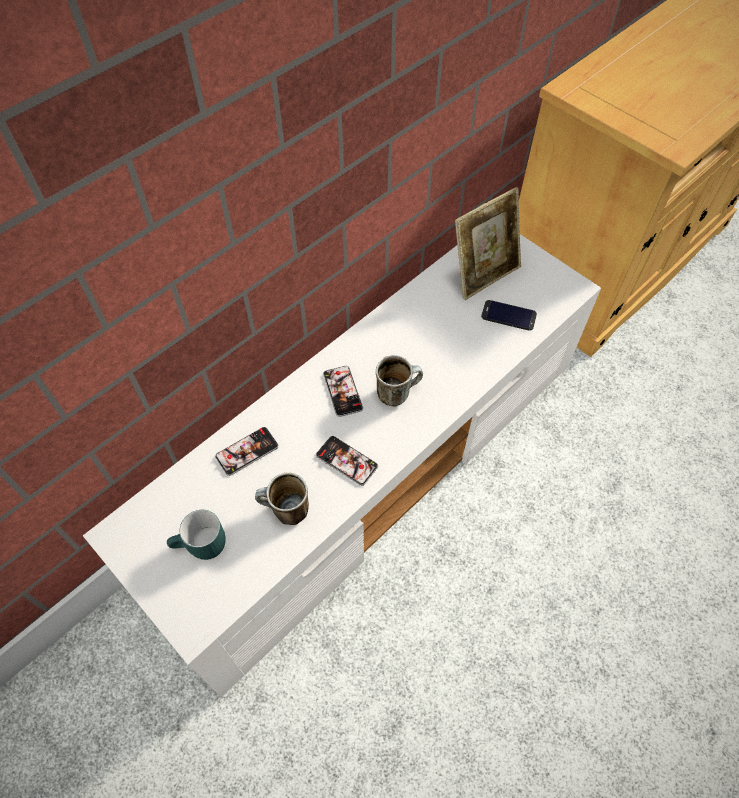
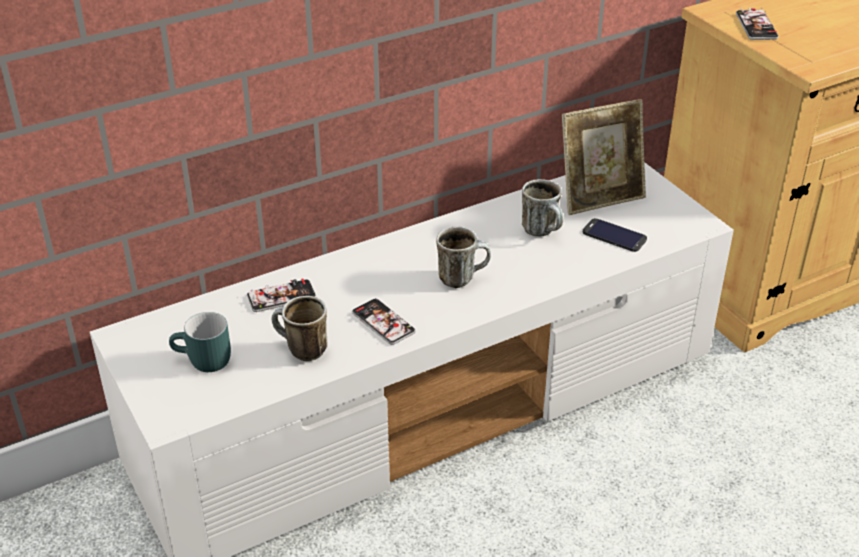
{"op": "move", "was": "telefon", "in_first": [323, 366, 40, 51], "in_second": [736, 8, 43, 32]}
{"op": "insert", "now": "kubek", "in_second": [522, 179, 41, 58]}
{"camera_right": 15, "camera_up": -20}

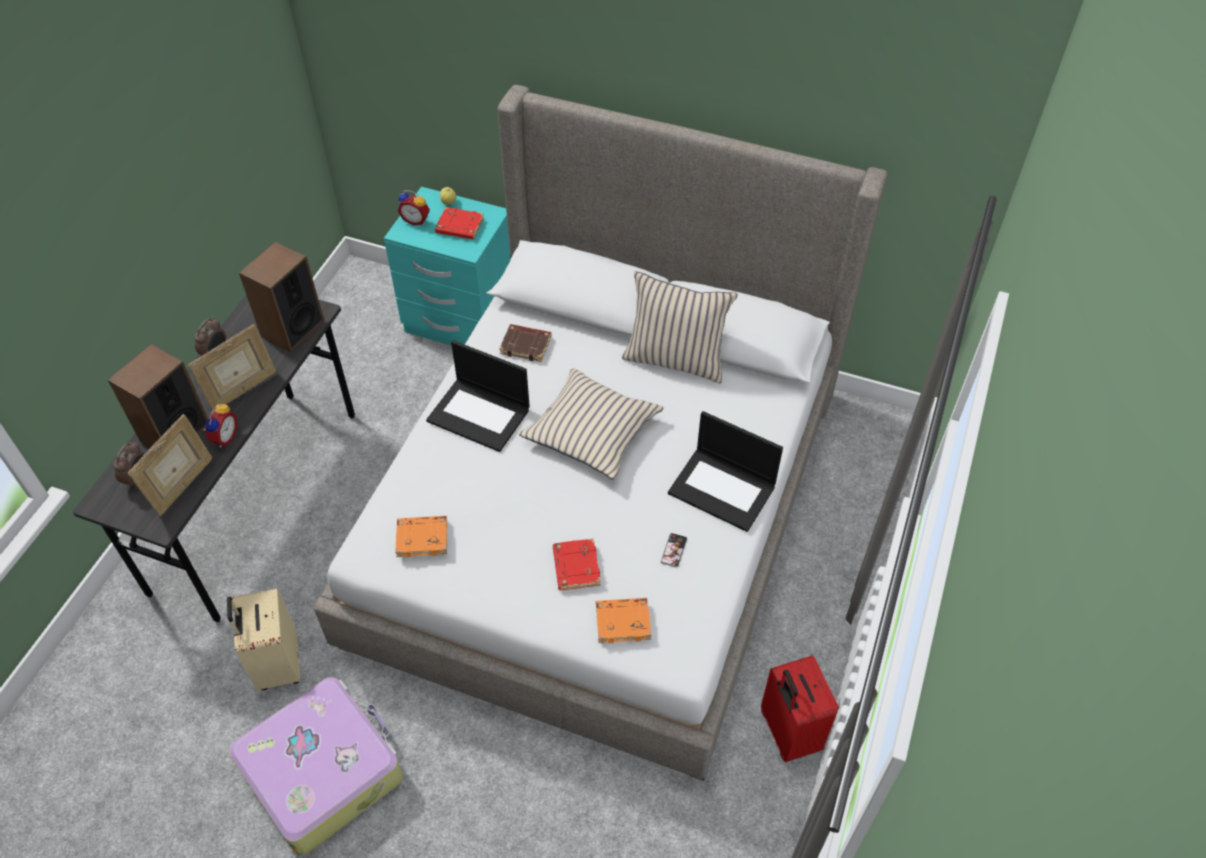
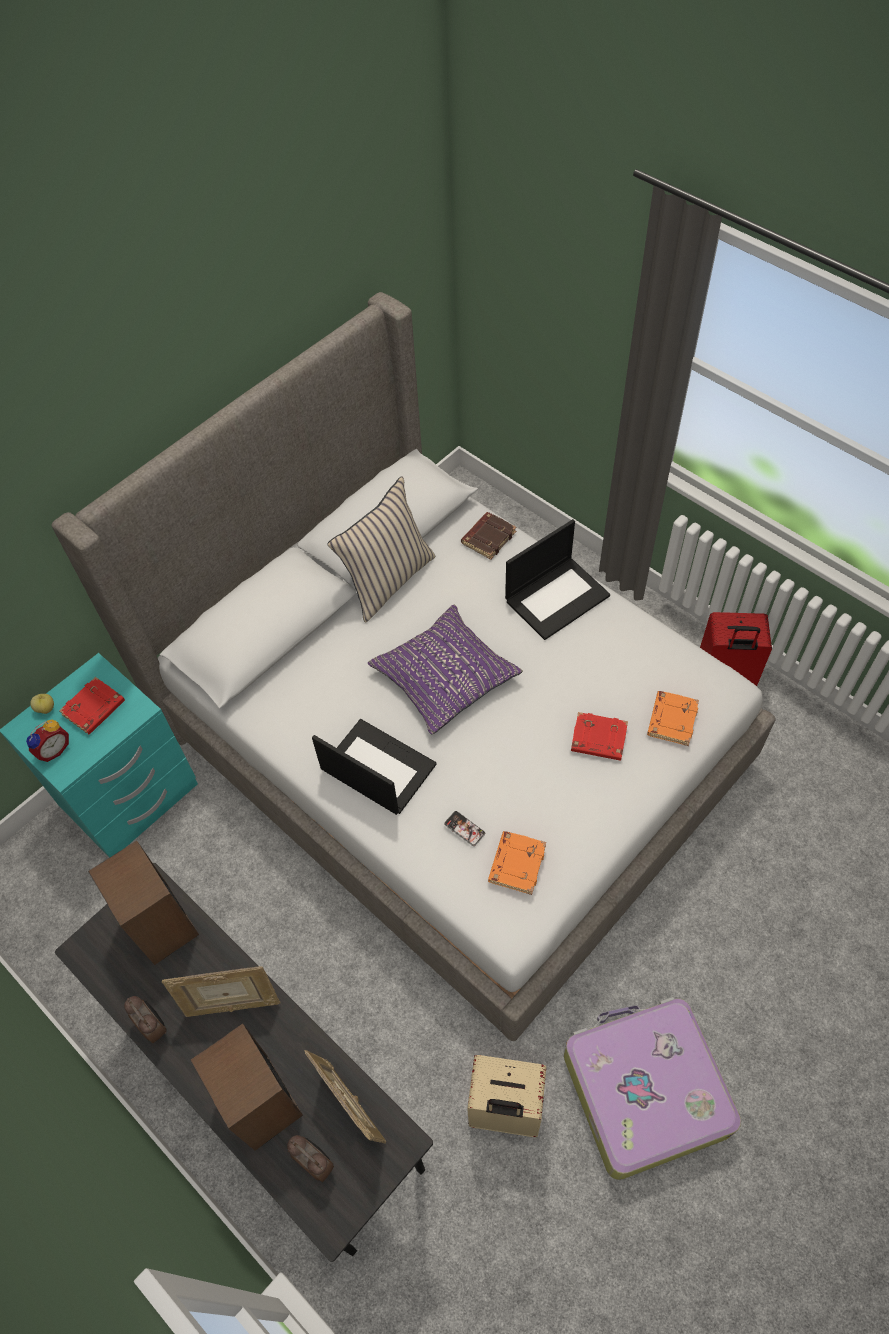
{"op": "rotate", "was": "ramka na zdjęcie", "in_first": [188, 324, 88, 88], "in_second": [162, 966, 118, 51], "clockwise": 105}
{"op": "delete", "was": "budzik", "in_first": [203, 404, 34, 44]}
{"op": "rotate", "was": "laptop", "in_first": [426, 340, 104, 112], "in_second": [312, 719, 125, 96], "clockwise": -105}
{"op": "move", "was": "książka (brązowy)", "in_first": [499, 324, 52, 38], "in_second": [461, 512, 55, 48]}
{"op": "recolor", "was": "poduszka (beżowy)", "now": "poduszka (fioletowy)", "in_first": [519, 368, 145, 112], "in_second": [368, 605, 155, 129]}
{"op": "move", "was": "telefon", "in_first": [661, 533, 26, 35], "in_second": [444, 811, 41, 35]}
{"camera_right": -65, "camera_up": 5}

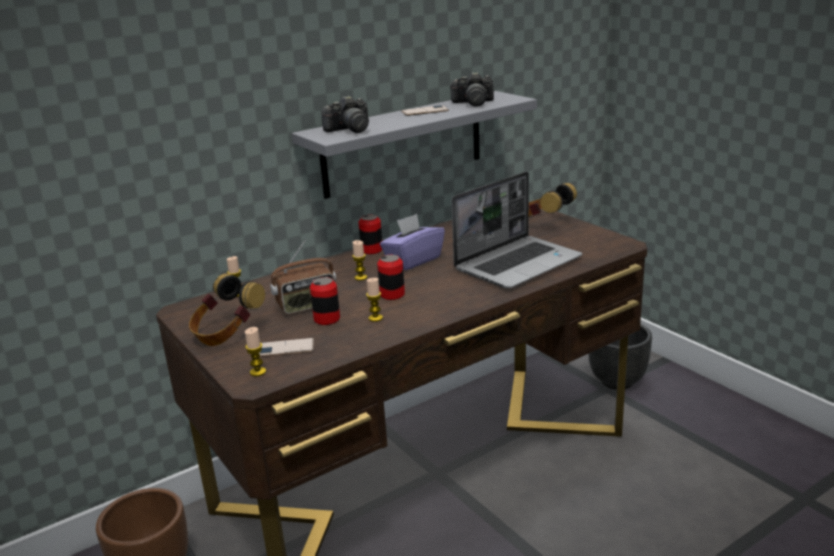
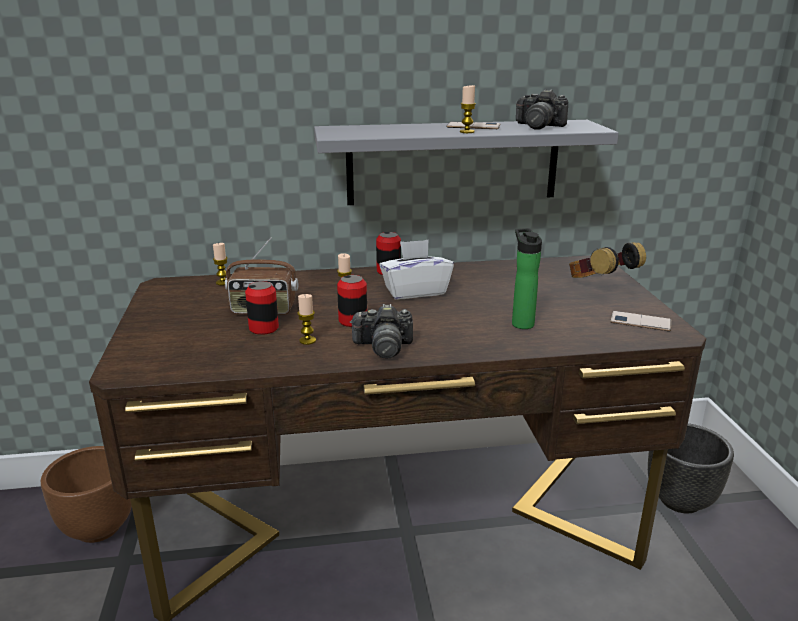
{"op": "delete", "was": "słuchawki", "in_first": [189, 273, 76, 73]}
{"op": "move", "was": "świeca", "in_first": [245, 327, 21, 50], "in_second": [460, 85, 16, 48]}
{"op": "move", "was": "telefon", "in_first": [259, 338, 55, 19], "in_second": [610, 311, 61, 20]}
{"op": "move", "was": "aparat fotograficzny", "in_first": [321, 96, 48, 37], "in_second": [350, 304, 63, 55]}
{"op": "recolor", "was": "pudełko chusteczek (fioletowy)", "now": "pudełko chusteczek (biały)", "in_first": [380, 214, 65, 56], "in_second": [379, 240, 75, 60]}
{"op": "replace", "was": "laptop", "now": "butelka", "in_first": [452, 171, 130, 117], "in_second": [512, 228, 30, 101]}
{"camera_right": 25, "camera_up": 0}

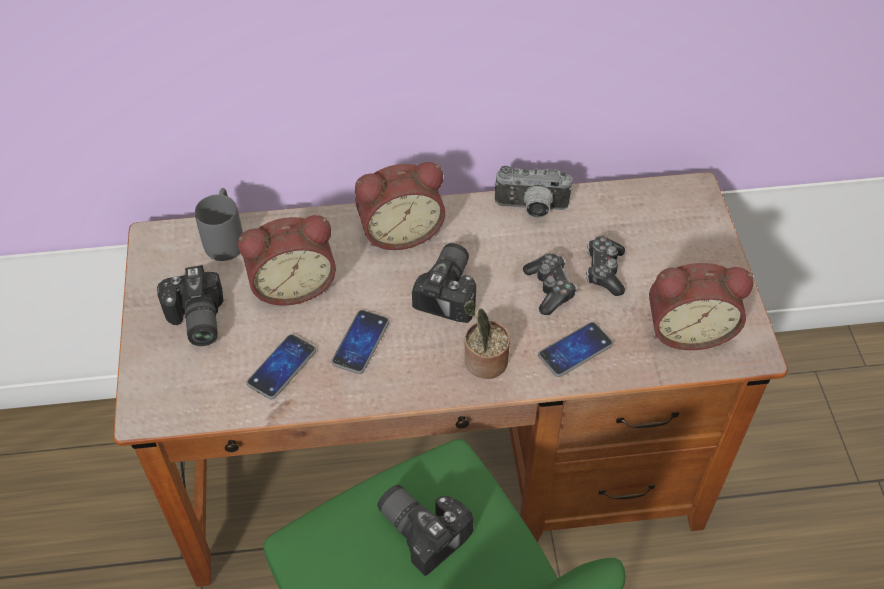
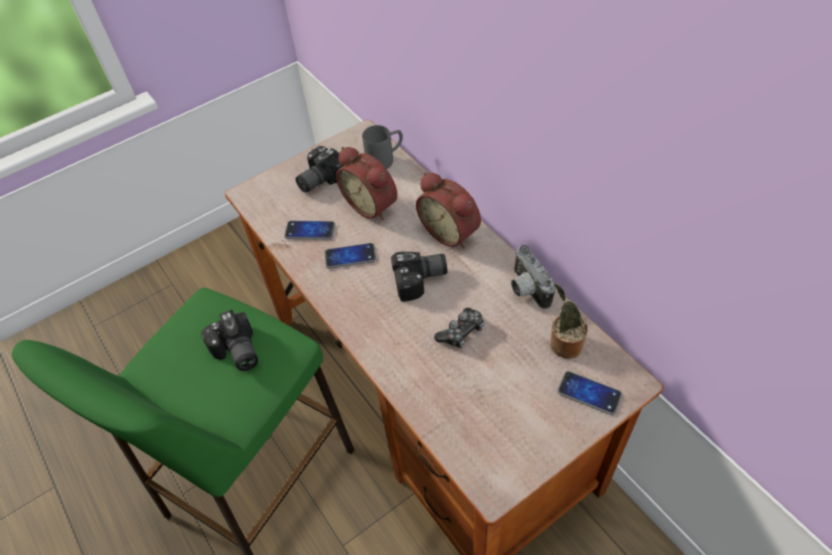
{"op": "rotate", "was": "aparat fotograficzny", "in_first": [377, 485, 97, 91], "in_second": [201, 310, 57, 61], "clockwise": 135}
{"op": "move", "was": "roślina doniczkowa", "in_first": [464, 300, 46, 79], "in_second": [550, 283, 38, 76]}
{"op": "move", "was": "telefon", "in_first": [538, 322, 75, 55], "in_second": [557, 371, 65, 44]}
{"op": "delete", "was": "pad do gier", "in_first": [586, 236, 39, 60]}
{"op": "delete", "was": "budzik", "in_first": [649, 263, 105, 87]}
{"camera_right": 65, "camera_up": 0}

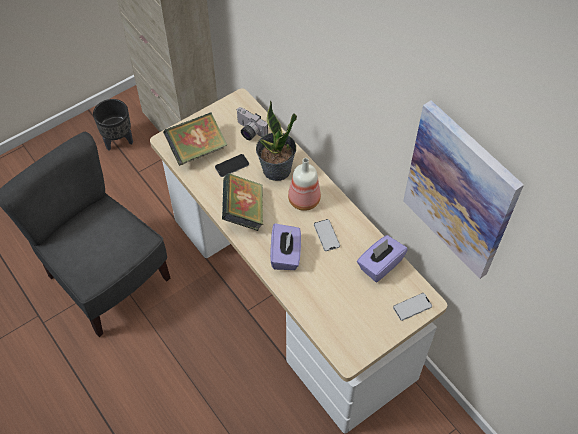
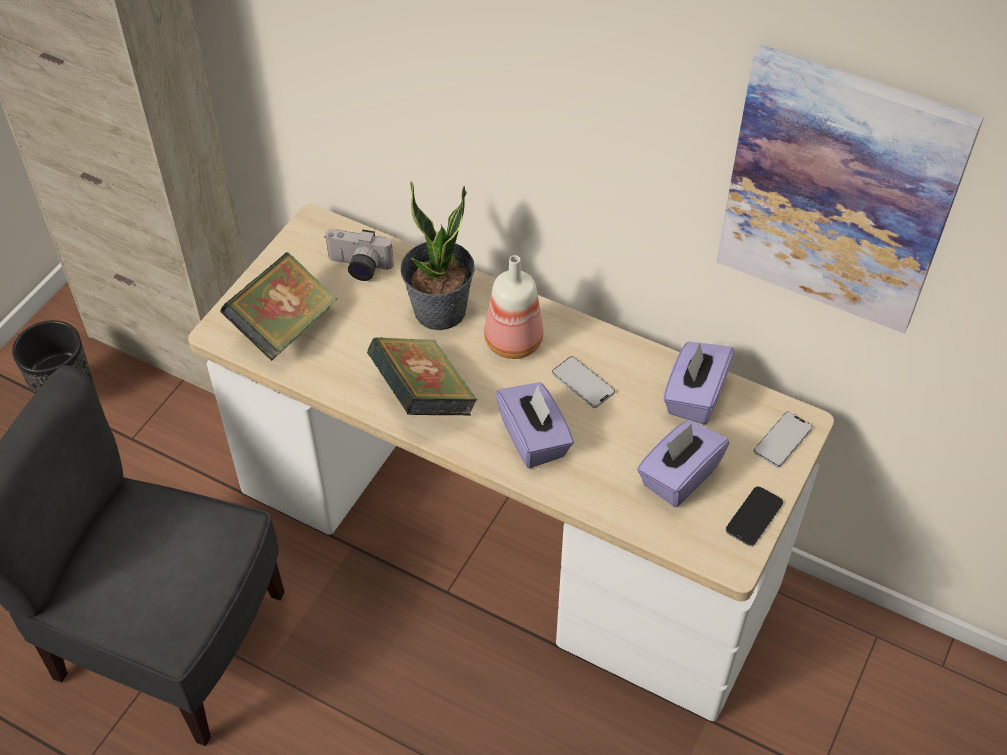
{"op": "move", "was": "telefon", "in_first": [215, 154, 34, 23], "in_second": [726, 487, 57, 59]}
{"op": "insert", "now": "pudełko chusteczek (fioletowy)", "in_second": [637, 420, 92, 87]}
{"camera_right": -25, "camera_up": -5}

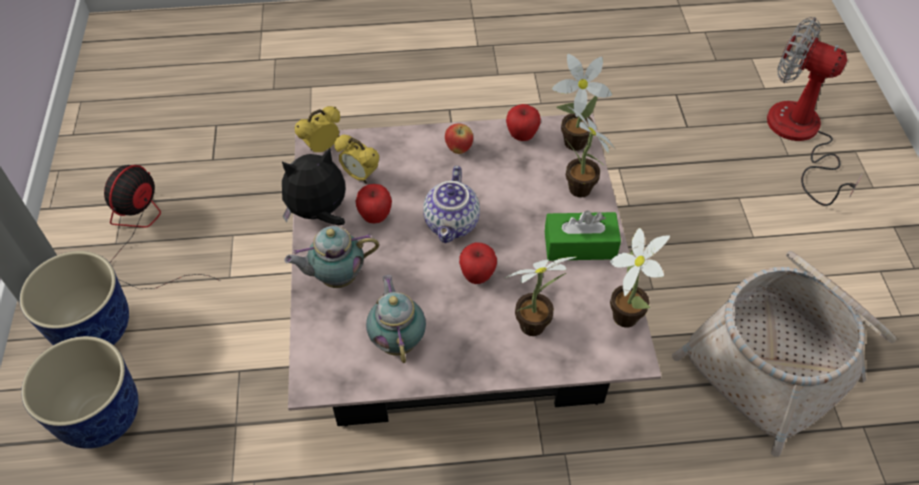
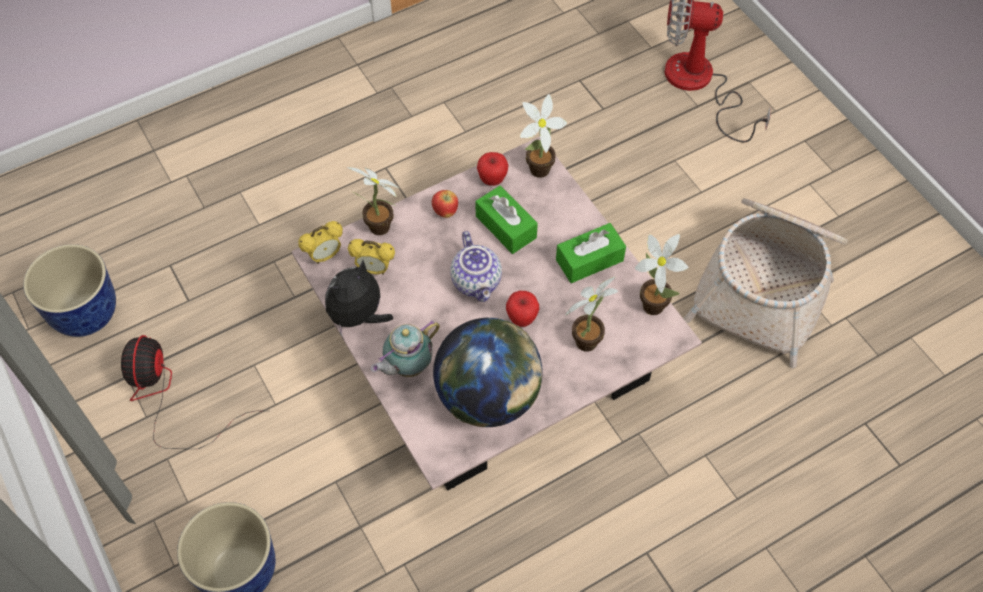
{"op": "move", "was": "donica", "in_first": [19, 251, 110, 94], "in_second": [23, 244, 93, 93]}
{"op": "rotate", "was": "budzik", "in_first": [295, 106, 45, 46], "in_second": [298, 221, 45, 43], "clockwise": -150}
{"op": "delete", "was": "jabłko", "in_first": [355, 184, 37, 39]}
{"op": "replace", "was": "imbryk", "now": "globus", "in_first": [366, 275, 60, 88], "in_second": [433, 318, 110, 109]}
{"op": "move", "was": "roślina doniczkowa", "in_first": [565, 106, 51, 91], "in_second": [347, 167, 52, 68]}
{"op": "insert", "now": "pudełko chusteczek (zielony)", "in_second": [475, 186, 63, 68]}
{"camera_right": -25, "camera_up": 5}

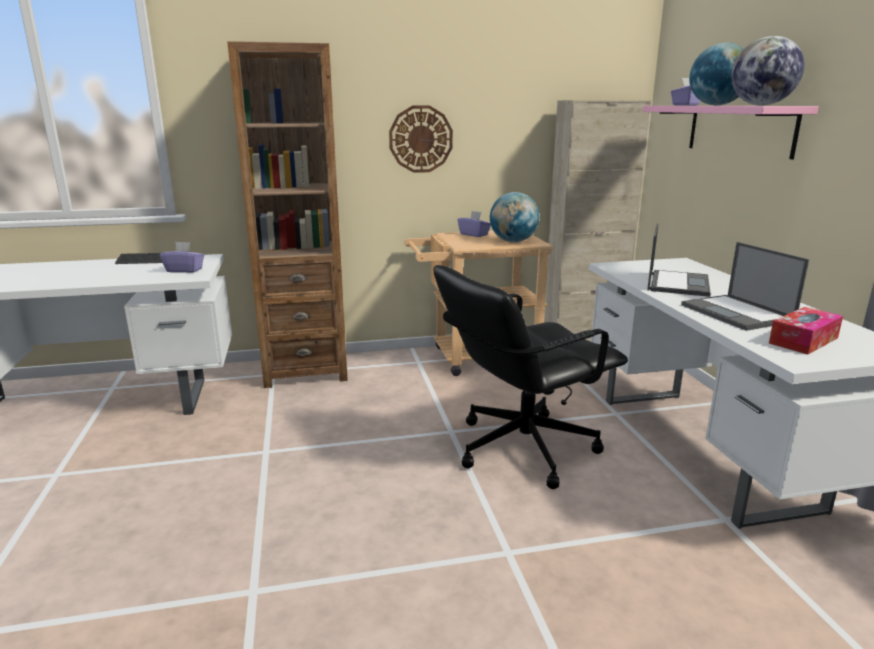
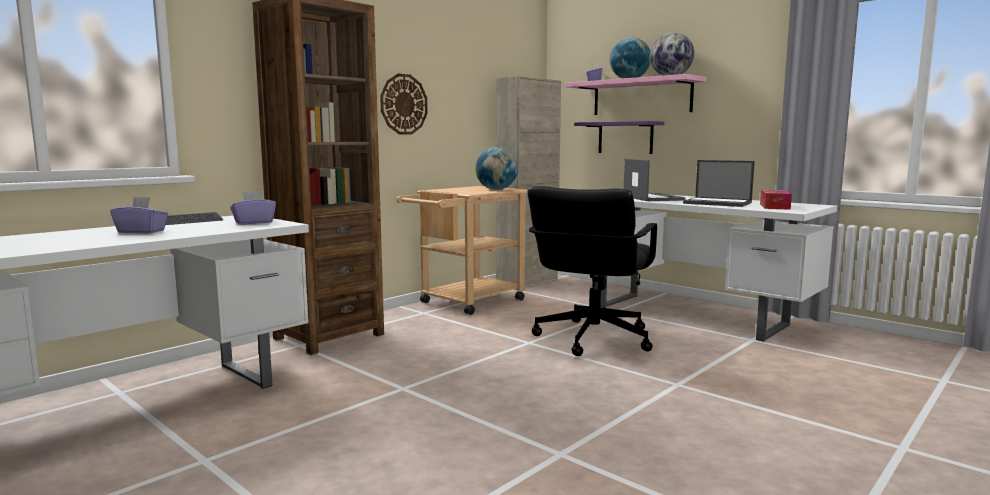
{"op": "move", "was": "pudełko chusteczek (fioletowy)", "in_first": [458, 211, 33, 26], "in_second": [110, 197, 58, 37]}
{"op": "insert", "now": "półka (fioletowy)", "in_second": [574, 121, 91, 33]}
{"camera_right": -35, "camera_up": -10}

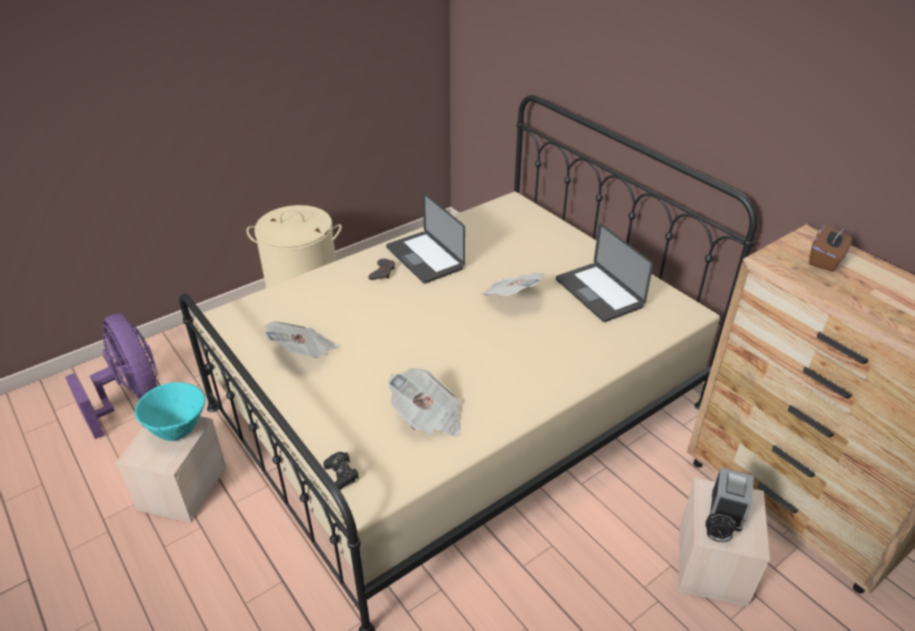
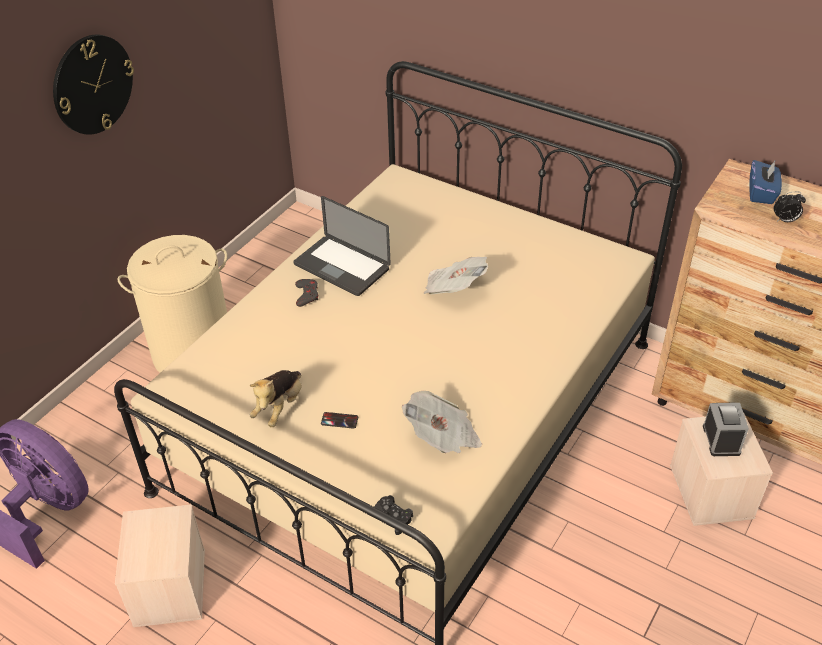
{"op": "delete", "was": "miska (turkusowy)", "in_first": [135, 382, 70, 59]}
{"op": "replace", "was": "gazeta", "now": "pluszak", "in_first": [263, 321, 77, 37], "in_second": [250, 370, 52, 57]}
{"op": "delete", "was": "laptop", "in_first": [556, 223, 97, 99]}
{"op": "move", "was": "budzik", "in_first": [706, 514, 31, 28], "in_second": [774, 192, 32, 30]}
{"op": "recolor", "was": "pudełko chusteczek (brązowy)", "now": "pudełko chusteczek (niebieski)", "in_first": [809, 224, 43, 48], "in_second": [749, 160, 33, 44]}
{"op": "insert", "now": "zegar ścienny", "in_second": [53, 35, 81, 100]}
{"op": "insert", "now": "telefon", "in_second": [321, 412, 37, 17]}
{"camera_right": -20, "camera_up": 5}

